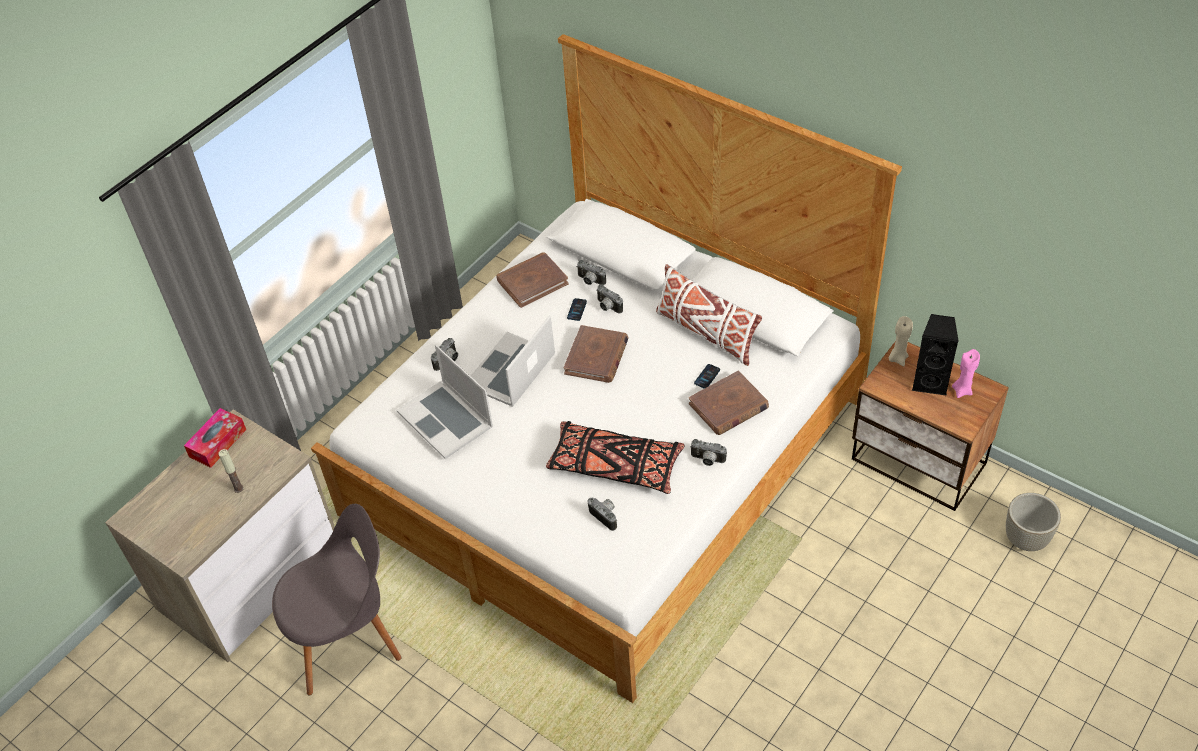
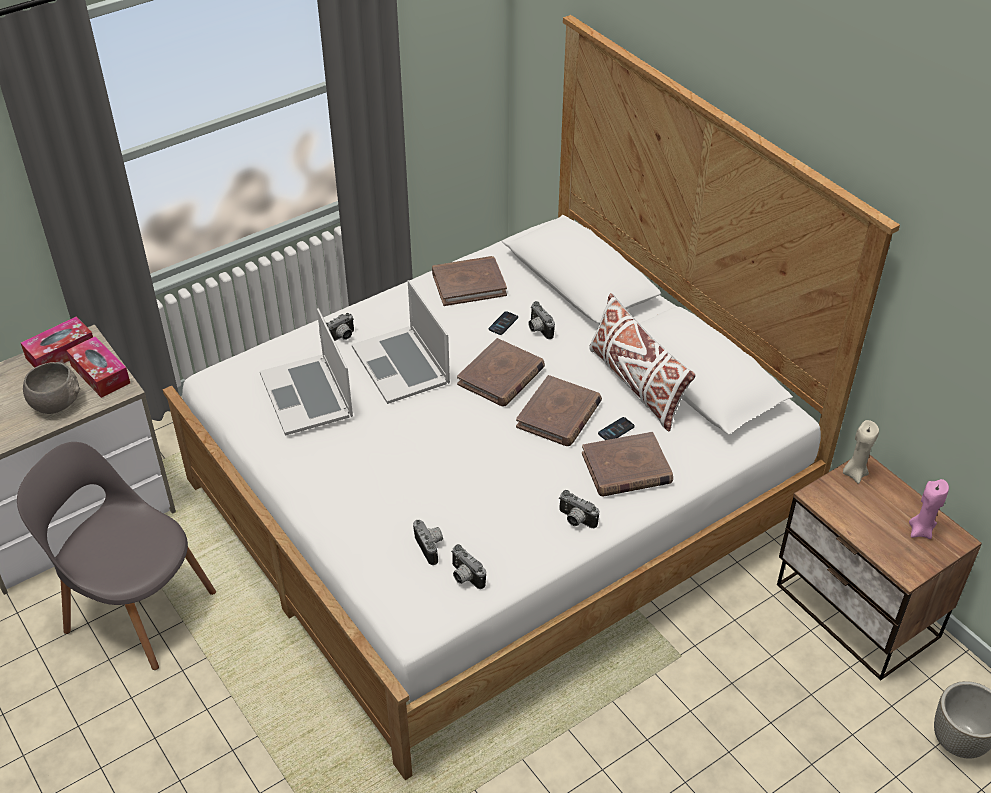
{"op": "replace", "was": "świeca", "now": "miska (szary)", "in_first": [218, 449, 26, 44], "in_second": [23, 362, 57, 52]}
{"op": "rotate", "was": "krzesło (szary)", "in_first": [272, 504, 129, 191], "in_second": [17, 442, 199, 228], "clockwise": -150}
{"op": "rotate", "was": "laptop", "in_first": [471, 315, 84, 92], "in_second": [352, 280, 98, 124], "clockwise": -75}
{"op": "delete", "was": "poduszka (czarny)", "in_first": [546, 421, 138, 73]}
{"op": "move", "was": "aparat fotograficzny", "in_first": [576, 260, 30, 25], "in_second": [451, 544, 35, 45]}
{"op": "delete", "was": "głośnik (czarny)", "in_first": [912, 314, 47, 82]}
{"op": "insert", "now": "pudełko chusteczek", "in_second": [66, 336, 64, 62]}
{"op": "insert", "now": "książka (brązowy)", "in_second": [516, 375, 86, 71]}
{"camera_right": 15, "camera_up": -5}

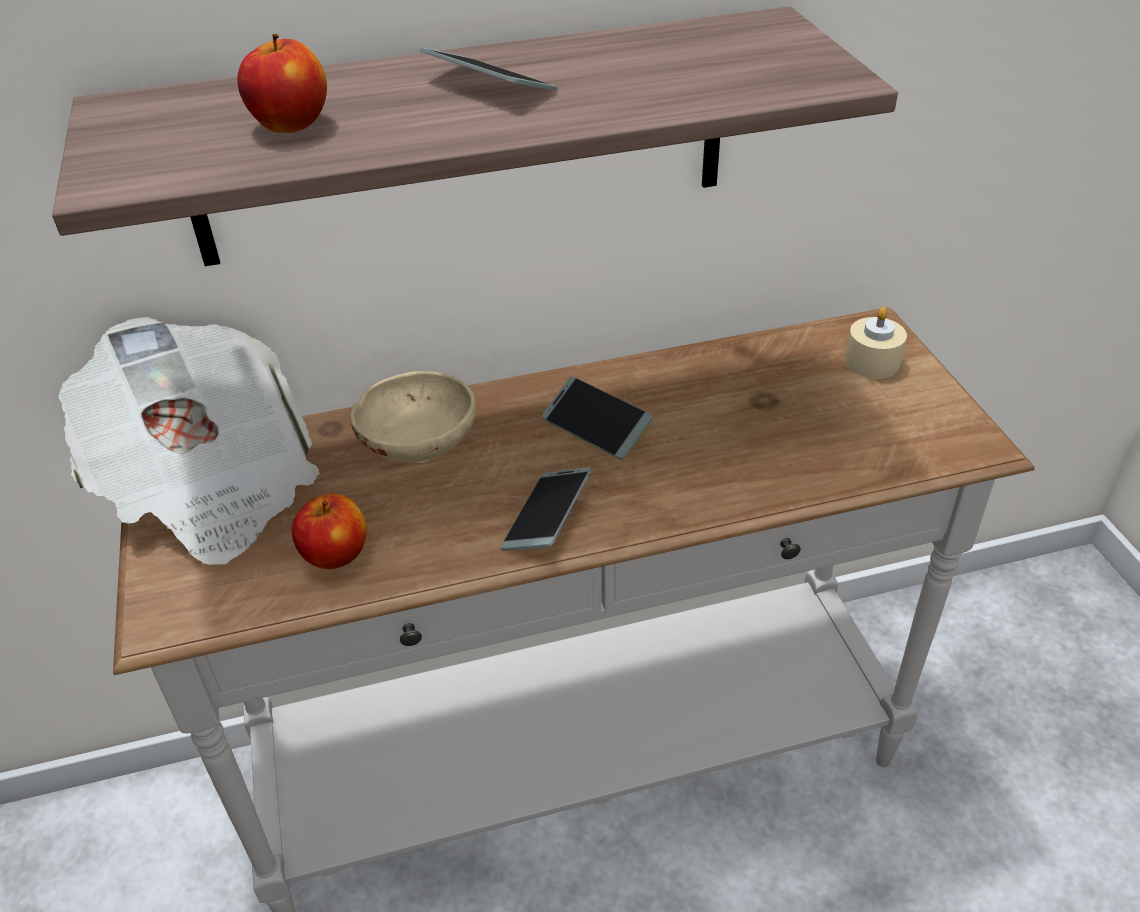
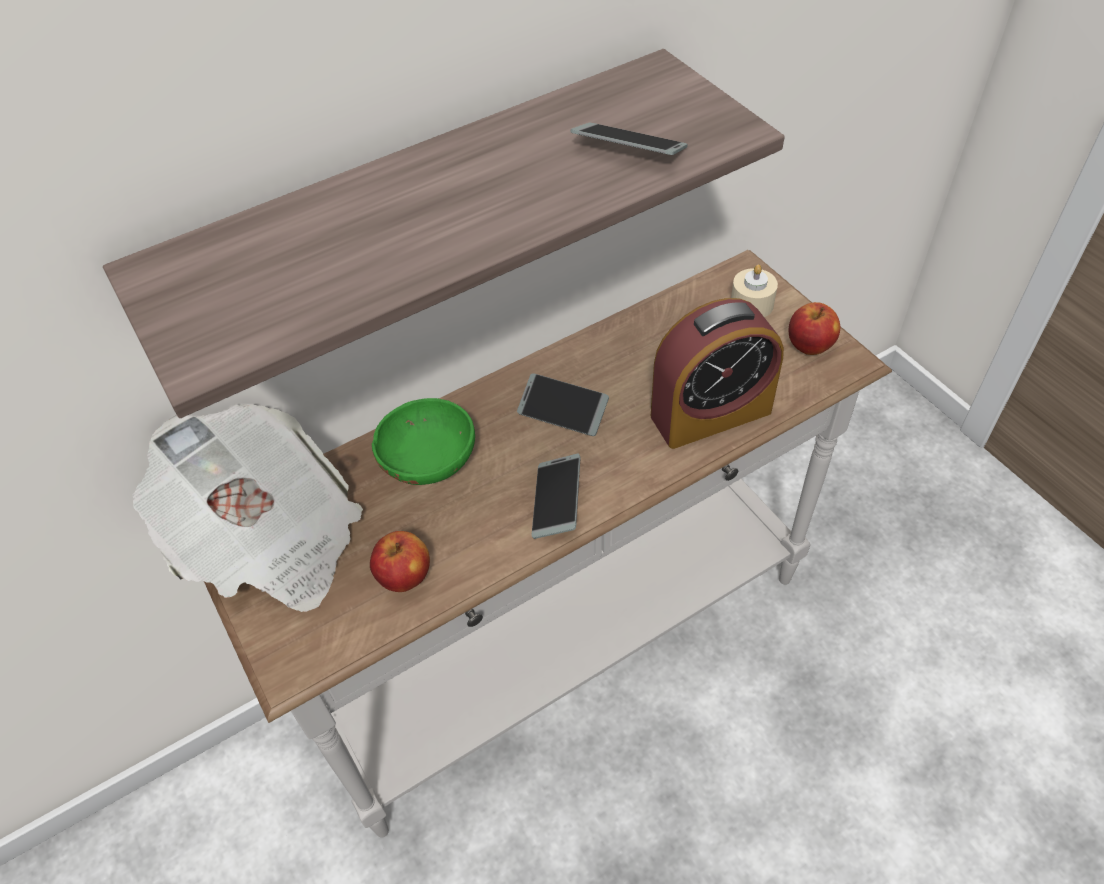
{"op": "move", "was": "jabłko", "in_first": [237, 34, 90, 99], "in_second": [789, 302, 51, 53]}
{"op": "recolor", "was": "miska (beżowy)", "now": "miska (zielony)", "in_first": [350, 371, 126, 92], "in_second": [372, 398, 103, 87]}
{"op": "move", "was": "telefon", "in_first": [420, 47, 138, 44], "in_second": [570, 123, 118, 32]}
{"op": "insert", "now": "budzik", "in_second": [651, 298, 133, 151]}
{"camera_right": -15, "camera_up": 10}

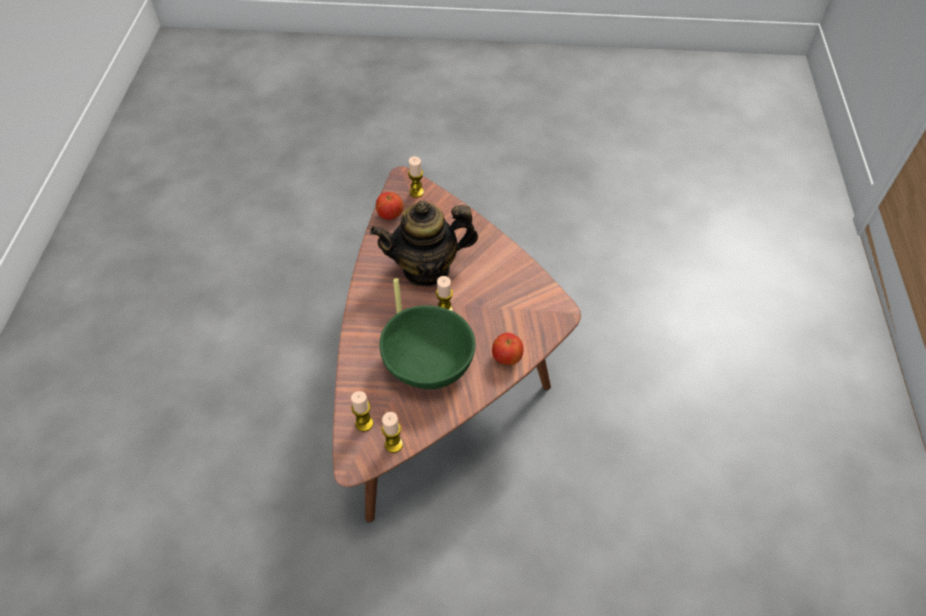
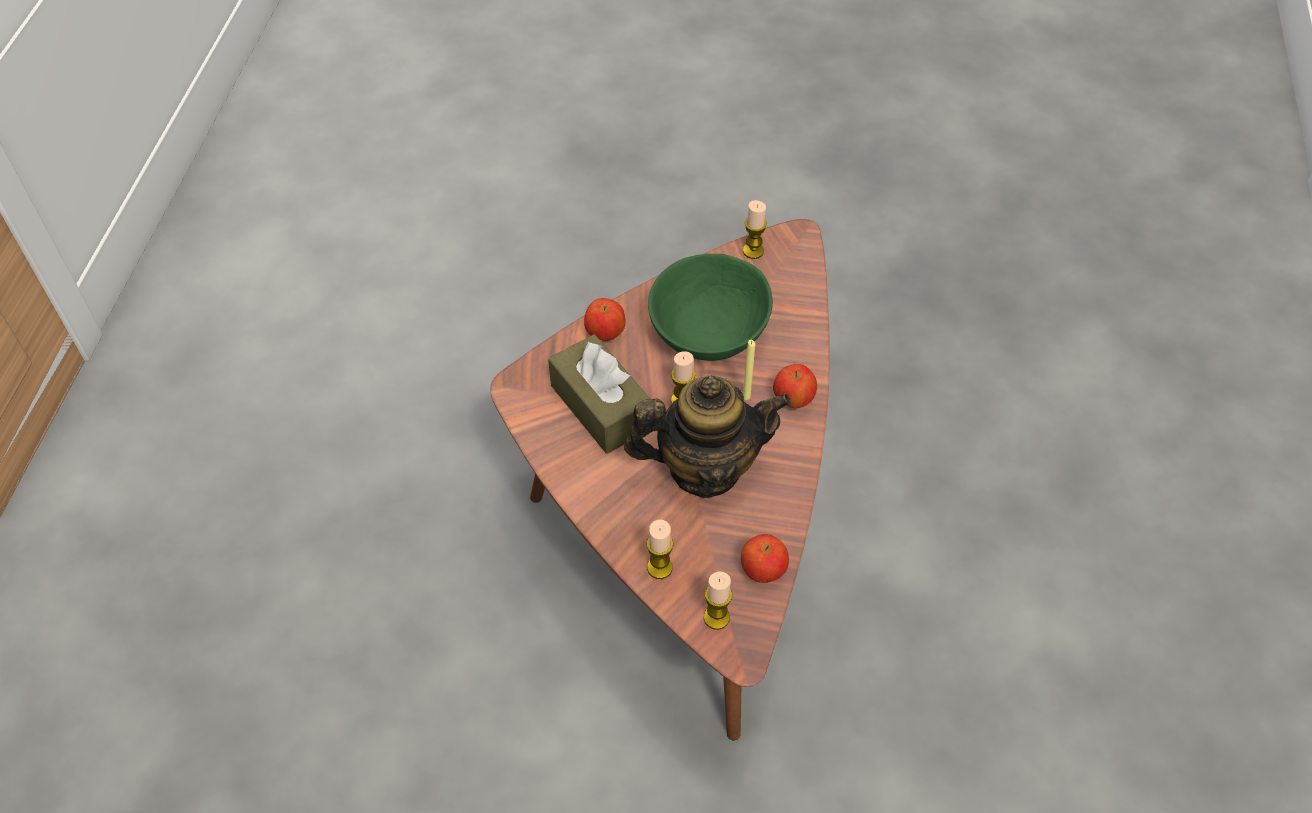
{"op": "move", "was": "świeca", "in_first": [351, 391, 22, 41], "in_second": [647, 520, 26, 59]}
{"op": "insert", "now": "pudełko chusteczek (brązowy)", "in_second": [548, 334, 102, 120]}
{"op": "insert", "now": "jabłko", "in_second": [773, 364, 44, 44]}
{"camera_right": -175, "camera_up": 0}

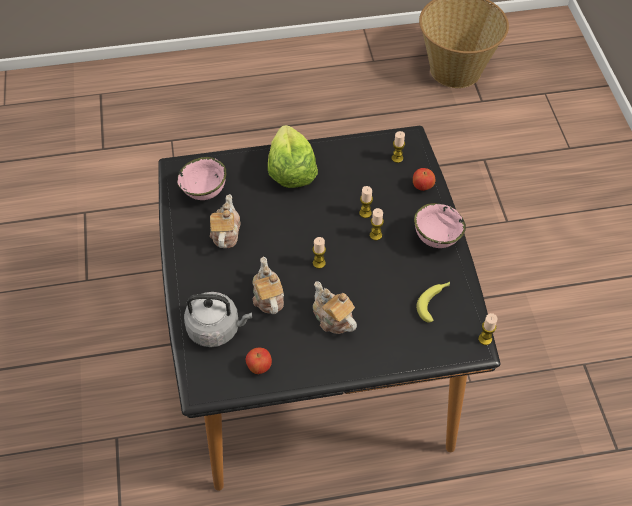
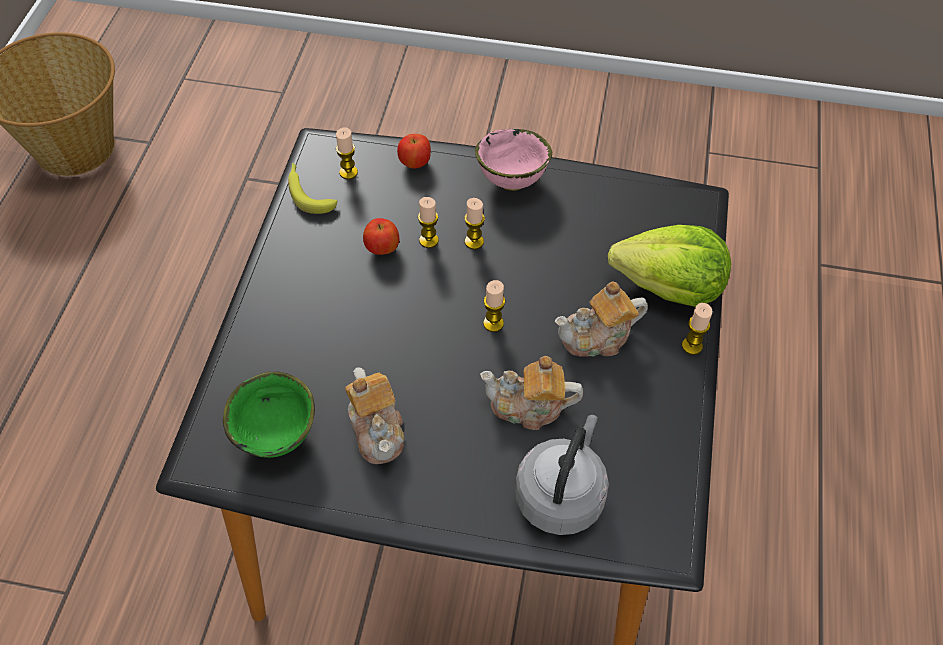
{"op": "recolor", "was": "miska (różowy)", "now": "miska (zielony)", "in_first": [177, 157, 49, 43], "in_second": [223, 372, 92, 86]}
{"op": "rotate", "was": "imbryk", "in_first": [210, 194, 30, 54], "in_second": [345, 367, 60, 97], "clockwise": -135}
{"op": "move", "was": "jabłko", "in_first": [246, 348, 26, 26], "in_second": [363, 218, 36, 37]}
{"op": "move", "was": "sałata", "in_first": [268, 125, 50, 63], "in_second": [608, 225, 123, 82]}
{"op": "move", "was": "banan", "in_first": [416, 282, 34, 41], "in_second": [288, 163, 49, 51]}
{"op": "move", "was": "świeca", "in_first": [478, 313, 19, 32], "in_second": [682, 303, 30, 52]}
{"camera_right": -70, "camera_up": 0}

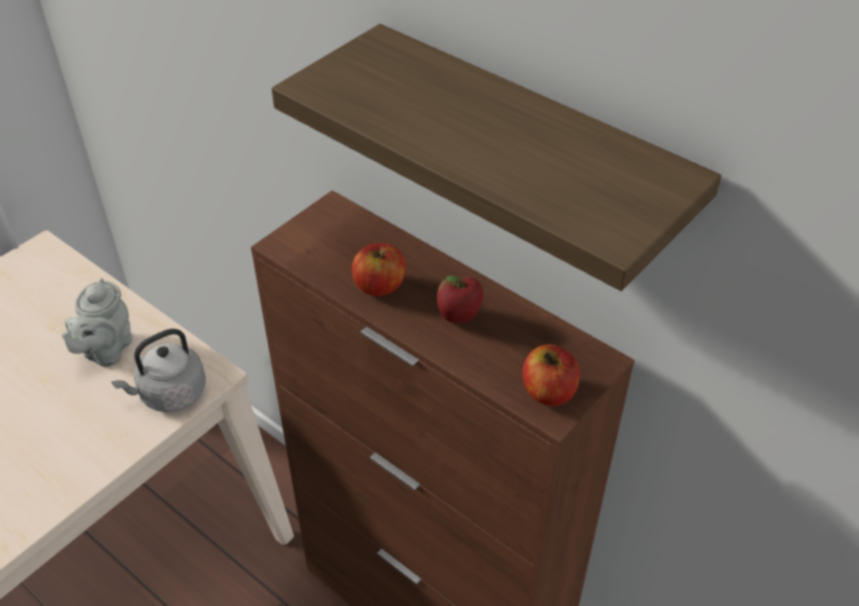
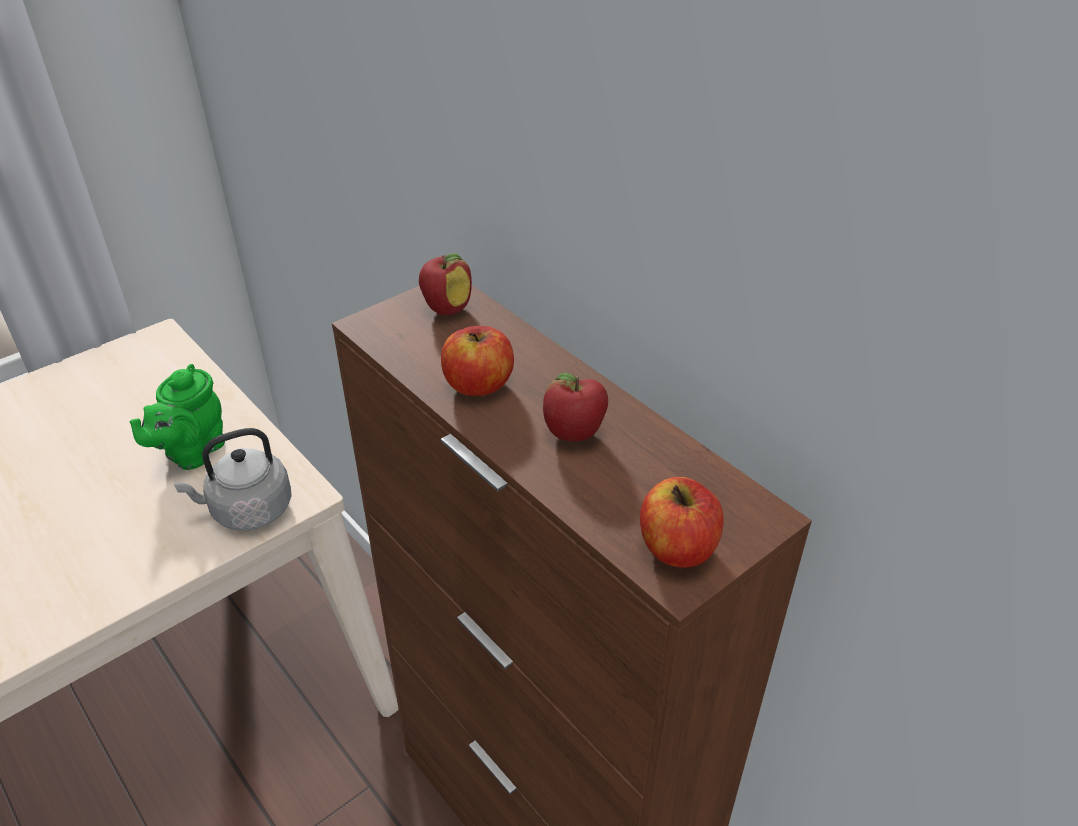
{"op": "recolor", "was": "imbryk (szary)", "now": "imbryk (zielony)", "in_first": [62, 278, 70, 89], "in_second": [130, 364, 95, 106]}
{"op": "delete", "was": "półka", "in_first": [272, 24, 450, 267]}
{"op": "insert", "now": "jabłko", "in_second": [419, 254, 53, 61]}
{"camera_right": 10, "camera_up": -5}

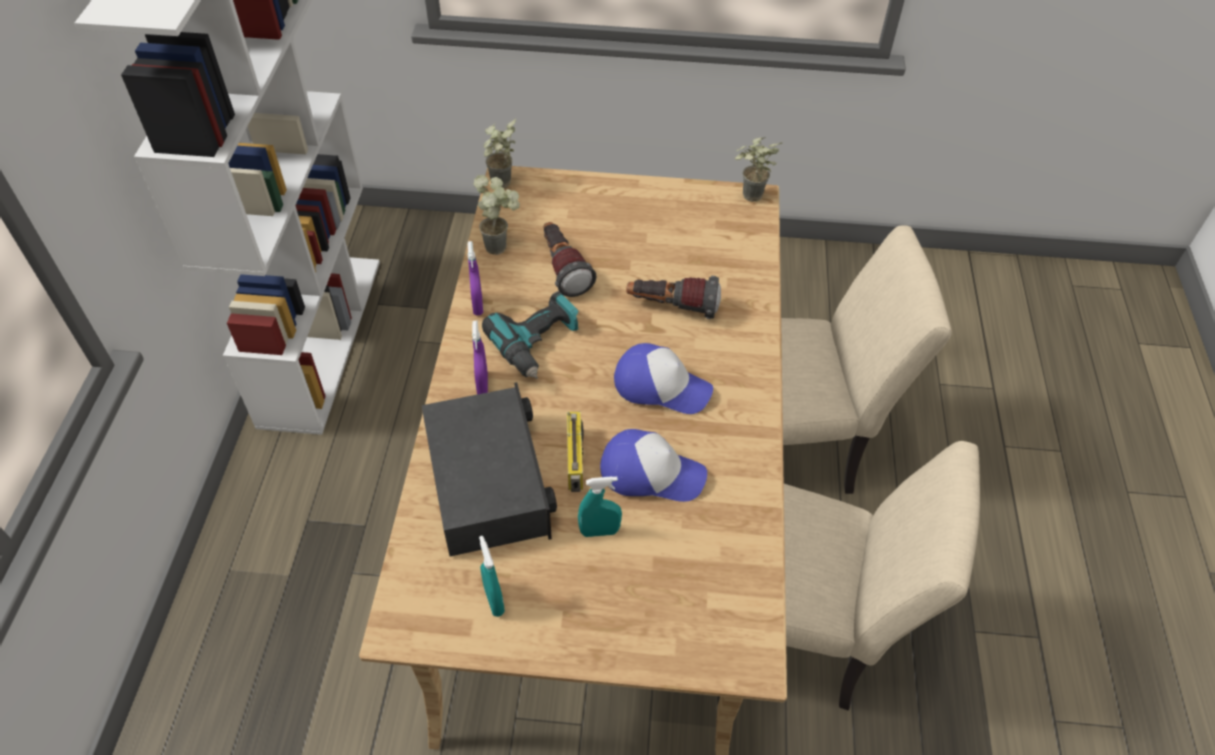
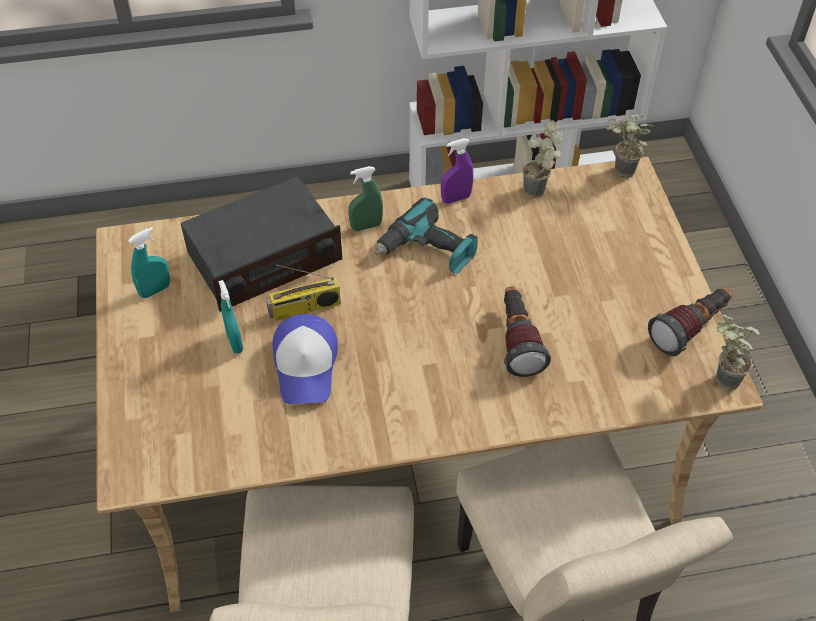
{"op": "recolor", "was": "spryskiwacz (fioletowy)", "now": "spryskiwacz (zielony)", "in_first": [472, 321, 16, 73], "in_second": [348, 166, 35, 65]}
{"op": "move", "was": "latarka", "in_first": [544, 222, 53, 75], "in_second": [648, 288, 85, 68]}
{"op": "delete", "was": "czapka z daszkiem", "in_first": [614, 343, 99, 71]}
{"camera_right": 75, "camera_up": 0}

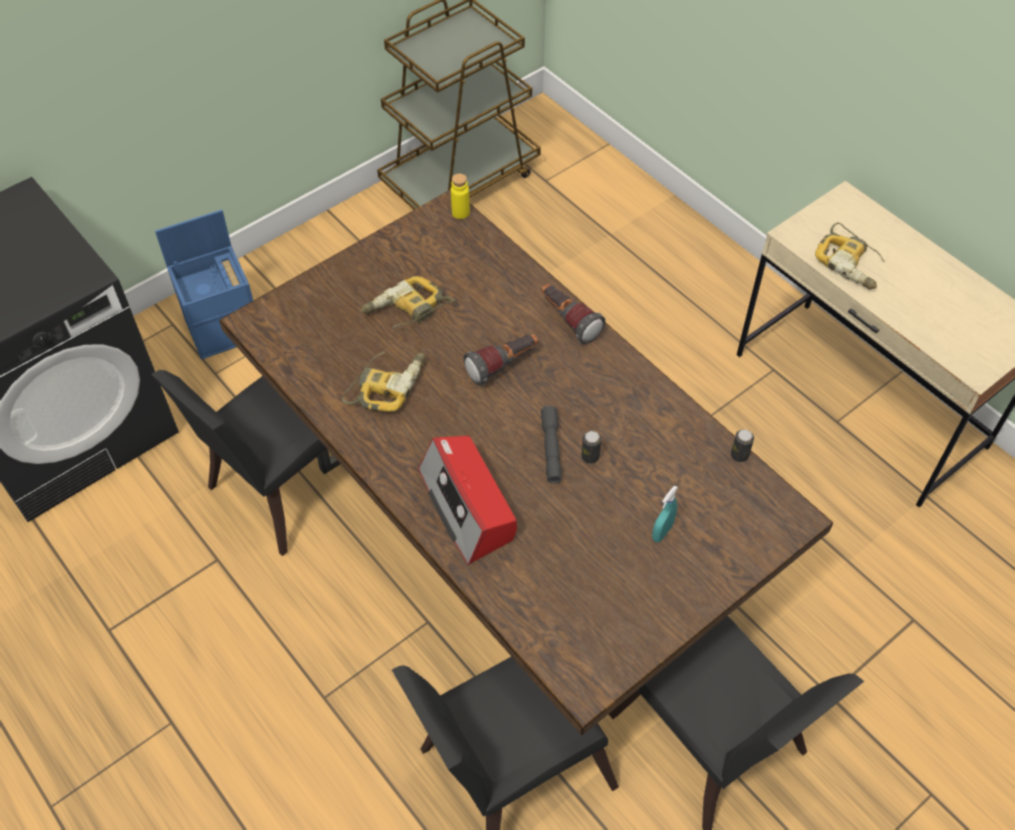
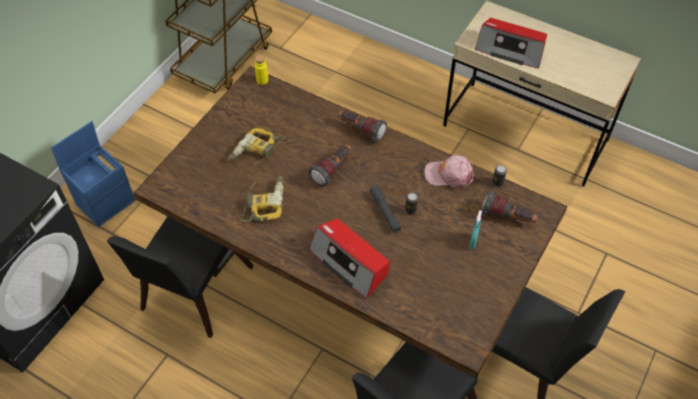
{"op": "replace", "was": "wiertarka", "now": "radio", "in_first": [815, 223, 70, 66], "in_second": [475, 18, 72, 50]}
{"op": "insert", "now": "czapka z daszkiem (różowy)", "in_second": [424, 155, 50, 34]}
{"op": "insert", "now": "latarka", "in_second": [482, 191, 55, 32]}
{"camera_right": -20, "camera_up": 0}

